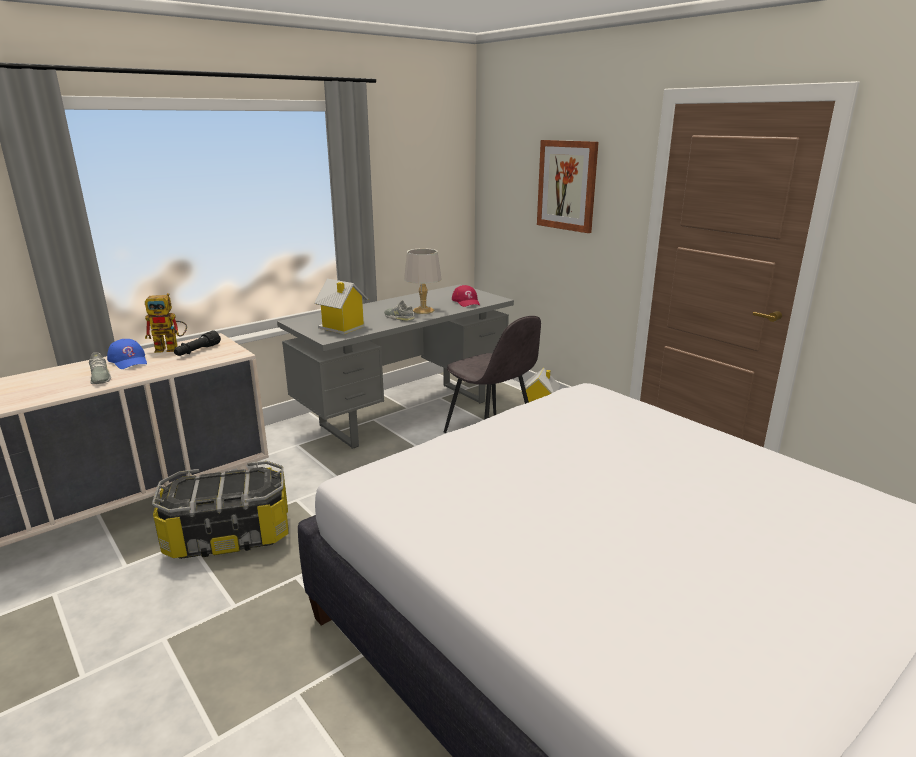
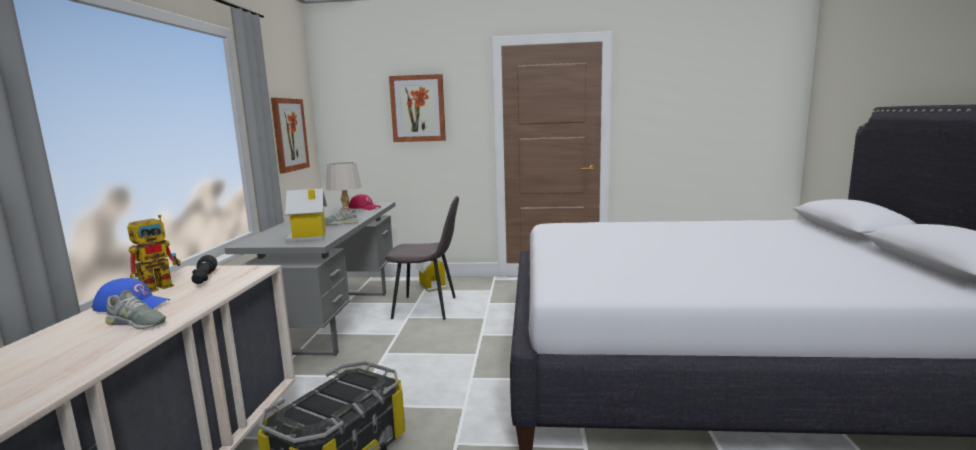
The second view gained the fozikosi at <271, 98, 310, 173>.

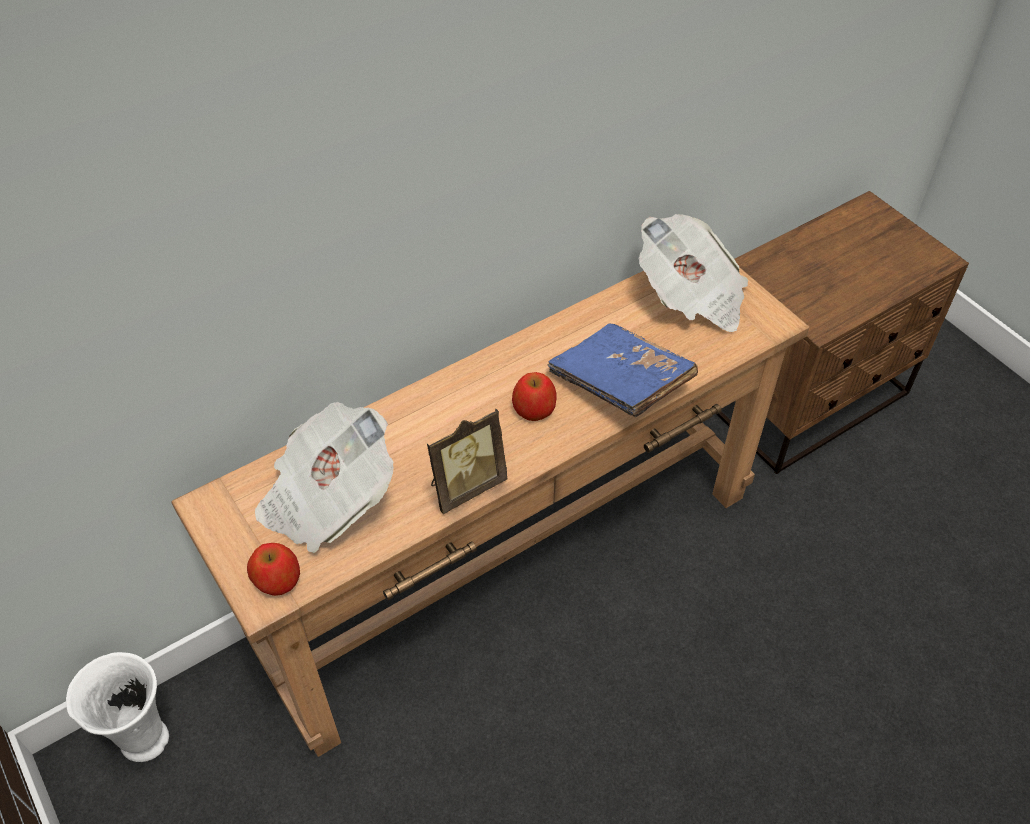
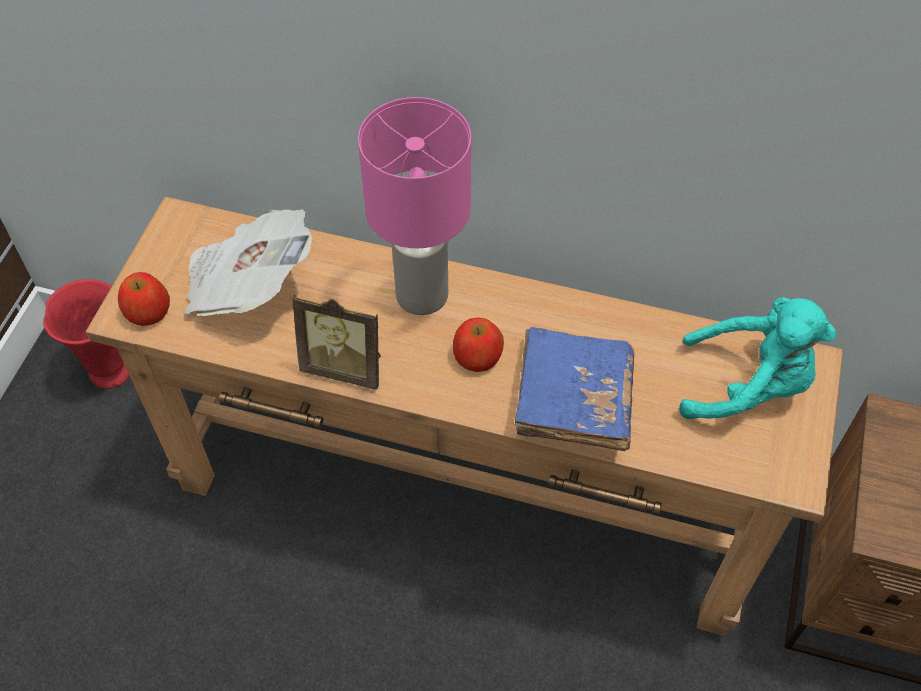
Where the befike stood at <638, 214, 748, 332>, the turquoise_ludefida came to stand at <679, 297, 837, 419>. What was the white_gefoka at <66, 652, 169, 762> turned into the red_gefoka at <43, 279, 129, 389>. The second view gained the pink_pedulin at <358, 97, 471, 315>.

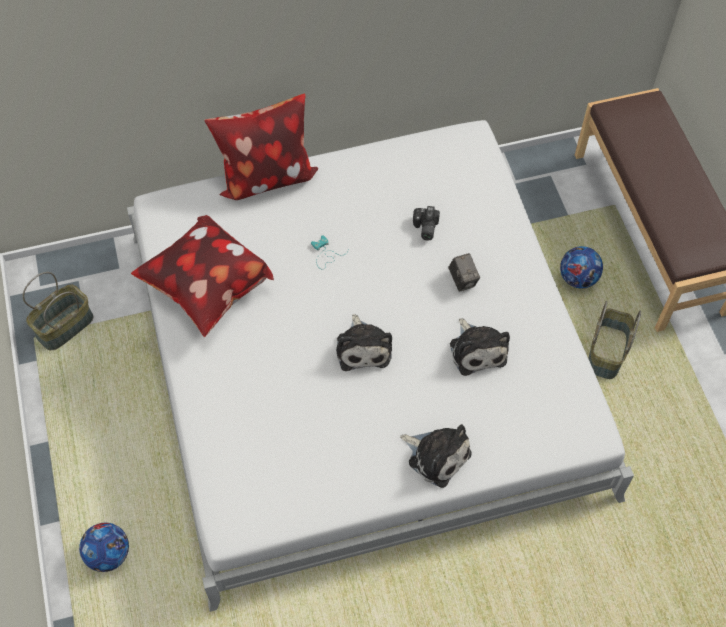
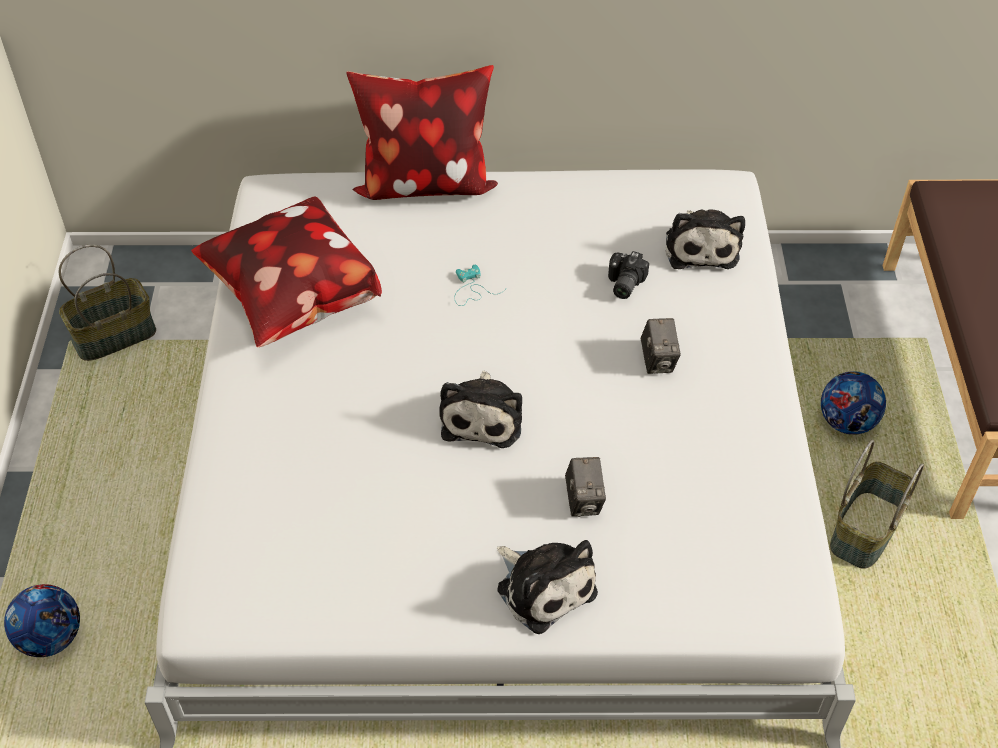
The ludefida ended up elsewhere, having gone from <450, 318, 510, 376> to <665, 209, 745, 269>. The second view gained the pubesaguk at <565, 457, 606, 517>.

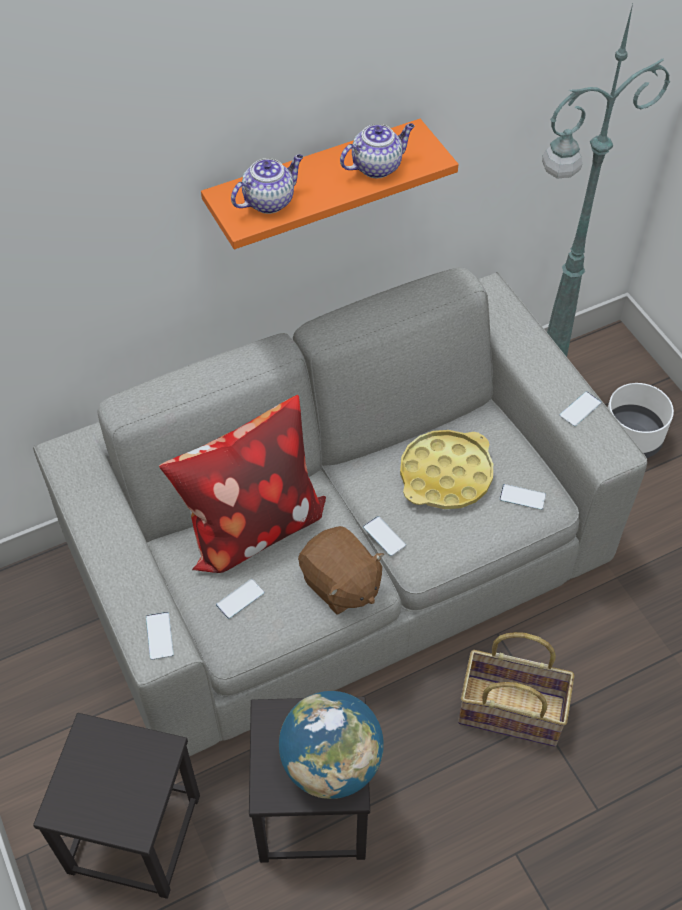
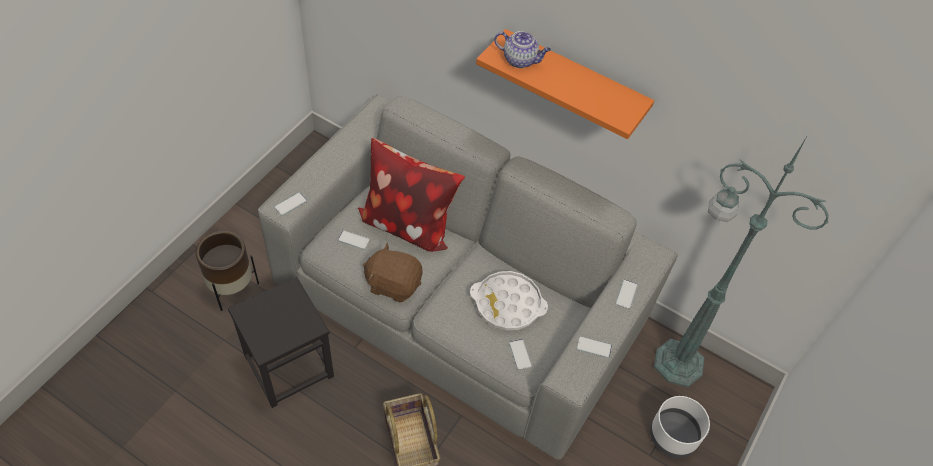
The second view lost the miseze at <340, 123, 415, 178>. What was the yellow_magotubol at <400, 430, 493, 509> turned into the white_magotubol at <470, 271, 548, 330>. The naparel ended up elsewhere, having gone from <363, 516, 406, 556> to <616, 279, 638, 309>. The brown_ludefida at <298, 526, 384, 615> ended up facing another way, 90 degrees clockwise from before. The second view lost the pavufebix at <279, 691, 384, 799>. Where the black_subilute stood at <33, 713, 200, 899>, the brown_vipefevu came to stand at <196, 231, 259, 311>.

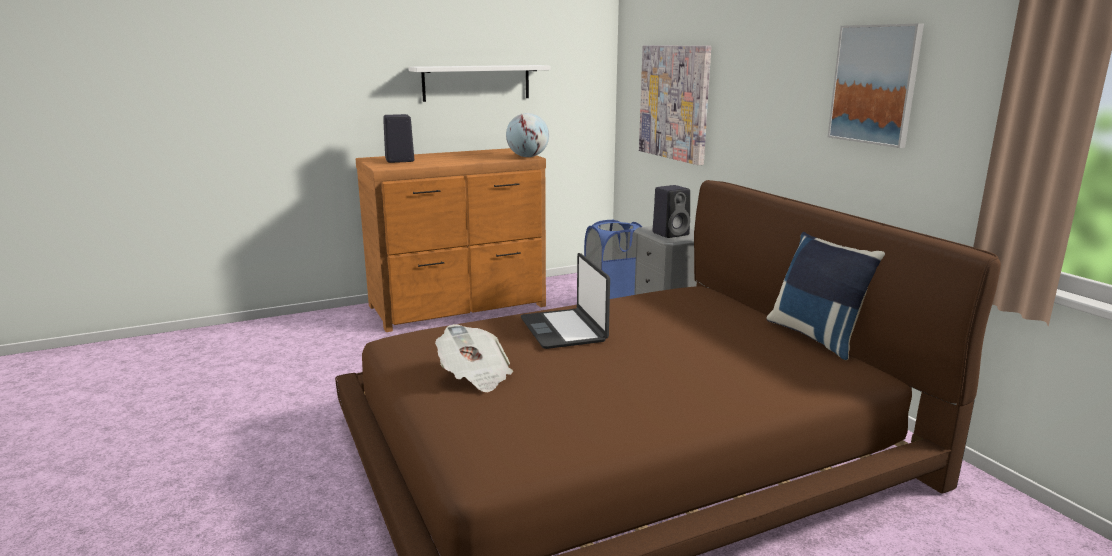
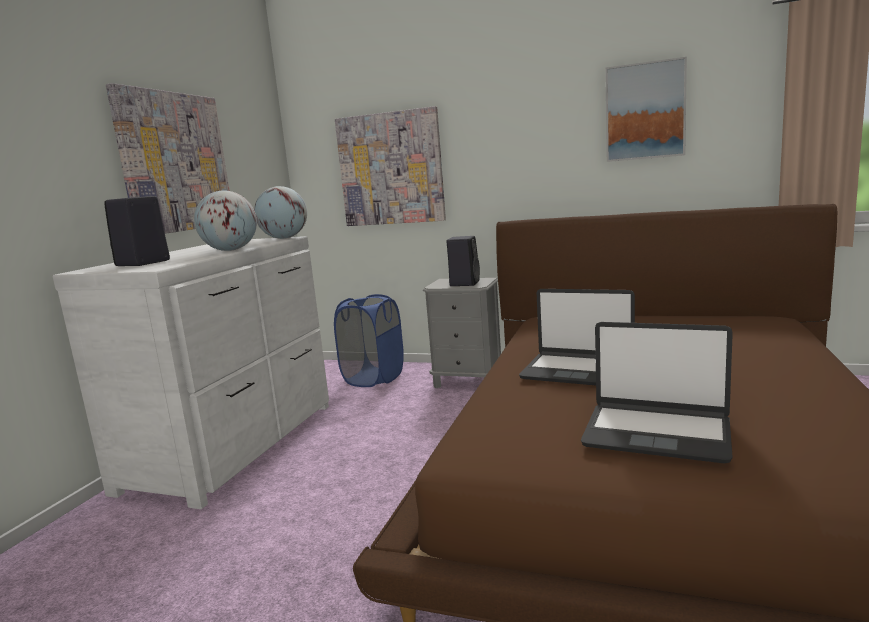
Where the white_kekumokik hung at <408, 65, 551, 102>, the fozikosi came to hang at <106, 83, 230, 234>. What was the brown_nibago at <356, 148, 546, 332> turned into the white_nibago at <53, 236, 329, 509>. The second view lost the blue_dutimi at <767, 232, 885, 360>. Where the befike stood at <435, 324, 513, 392>, the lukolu came to stand at <581, 322, 733, 464>. The second view gained the pavufebix at <194, 190, 257, 251>.

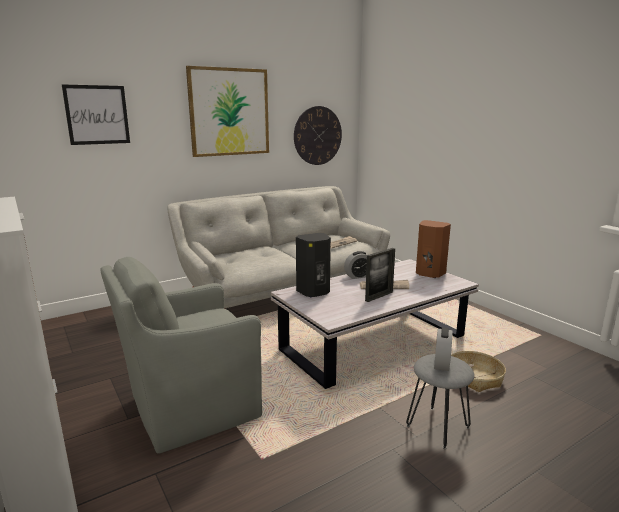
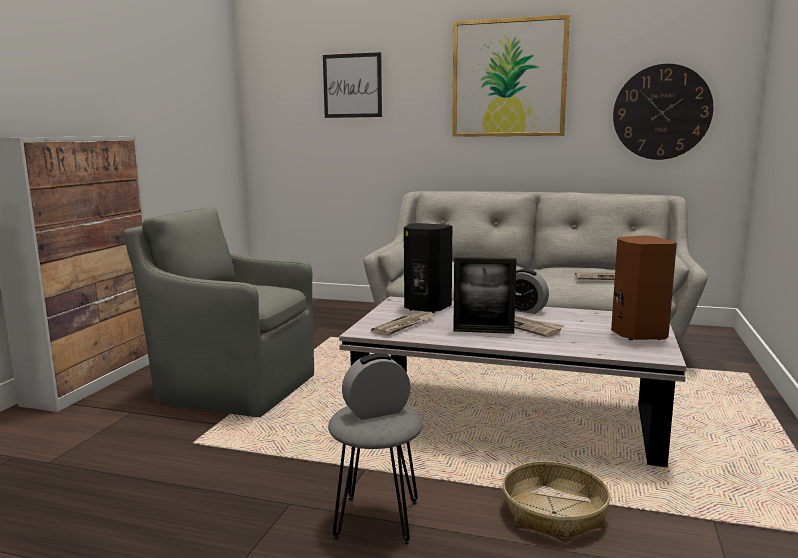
The second view gained the befike at <371, 311, 435, 336>.

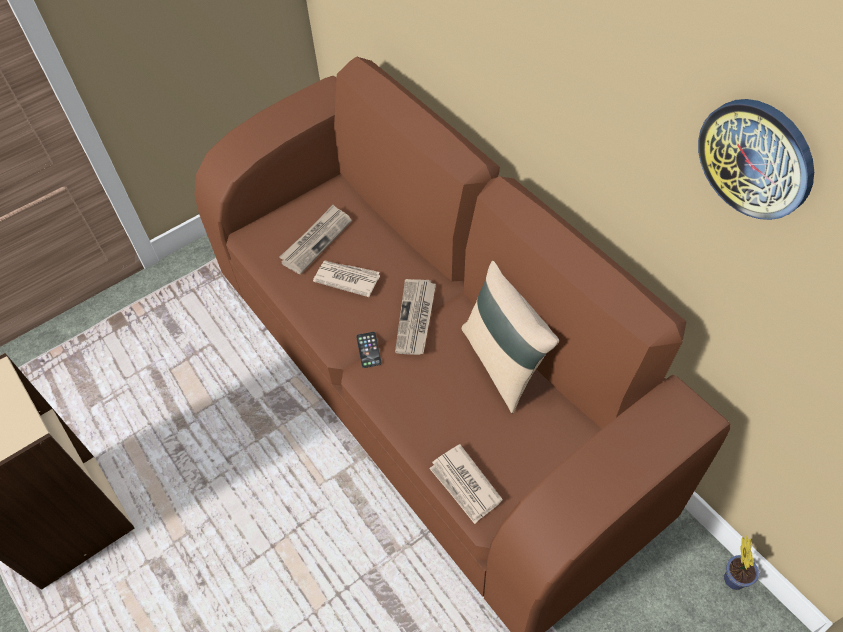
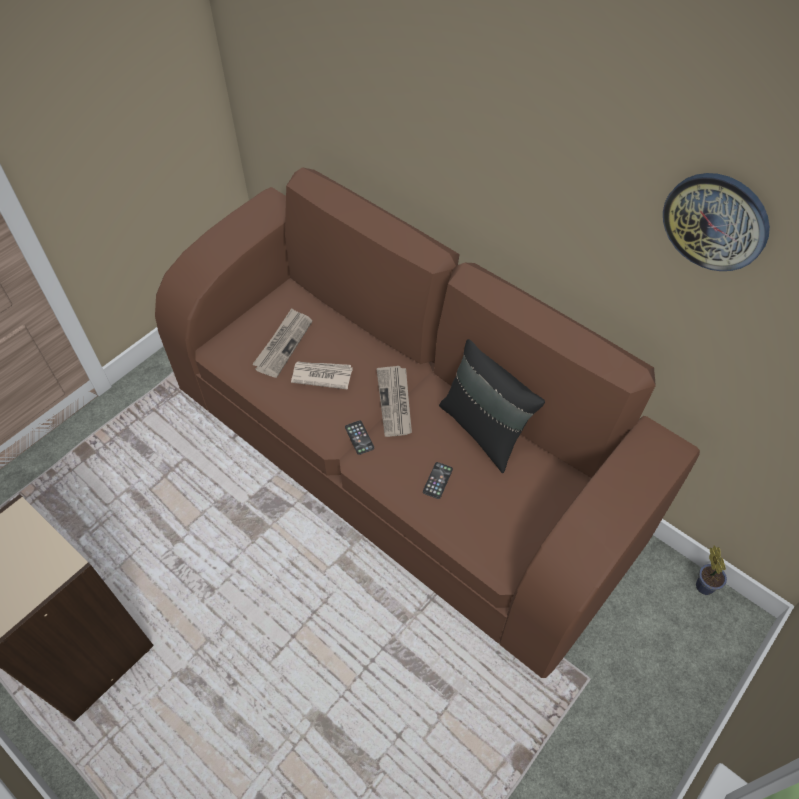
What was the beige_dutimi at <461, 261, 559, 413> turned into the black_dutimi at <439, 339, 545, 473>. The second view lost the befike at <429, 444, 503, 524>. The second view gained the naparel at <423, 462, 453, 499>.

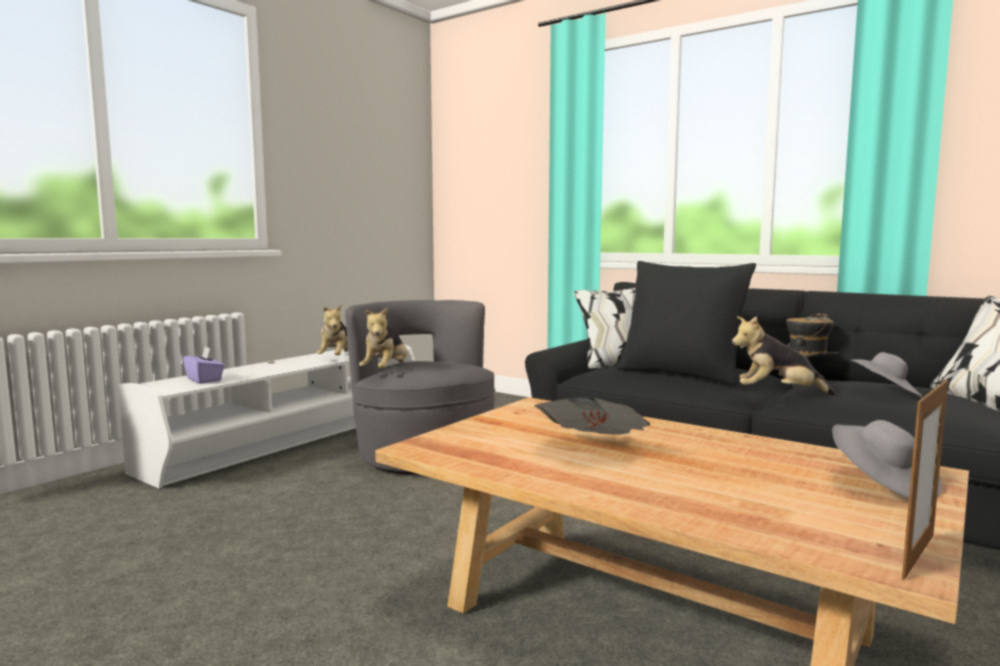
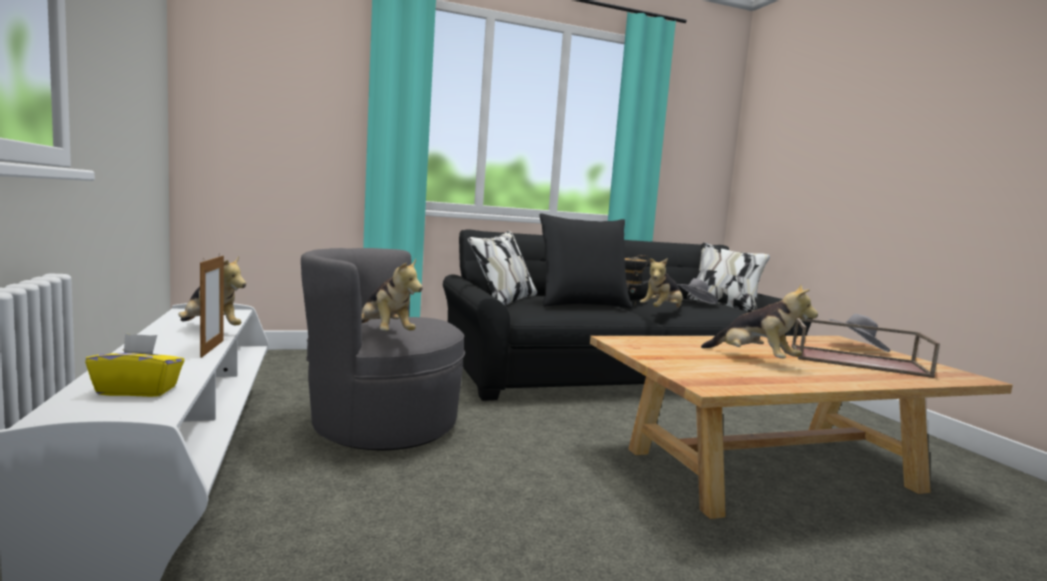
What was the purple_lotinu at <183, 347, 225, 384> turned into the yellow_lotinu at <85, 333, 184, 397>. The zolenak ended up elsewhere, having gone from <902, 379, 948, 580> to <200, 253, 224, 358>. Where the befike stood at <535, 397, 650, 435>, the ludefida came to stand at <701, 284, 818, 358>. The second view gained the brown_magotubol at <791, 318, 940, 378>.

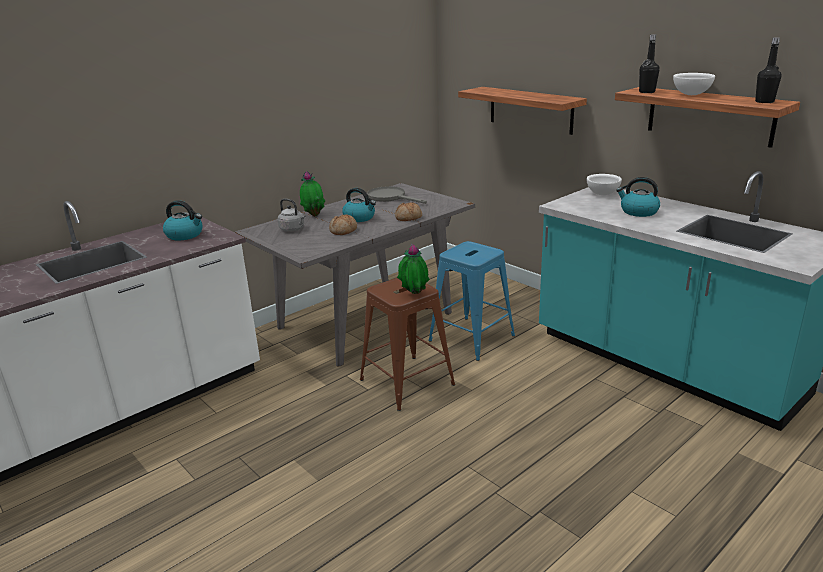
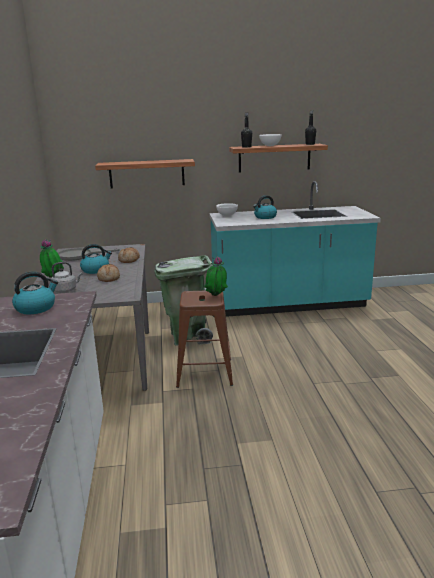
Where the blue_subilute stood at <429, 241, 515, 361>, the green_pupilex came to stand at <155, 255, 213, 345>.

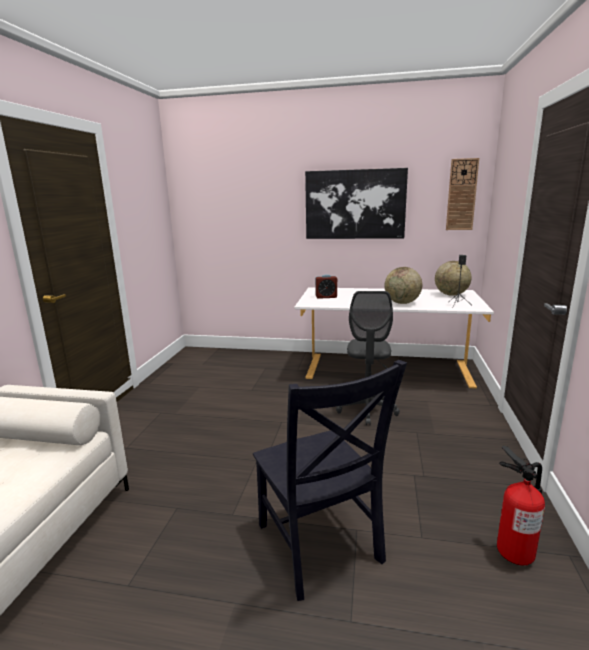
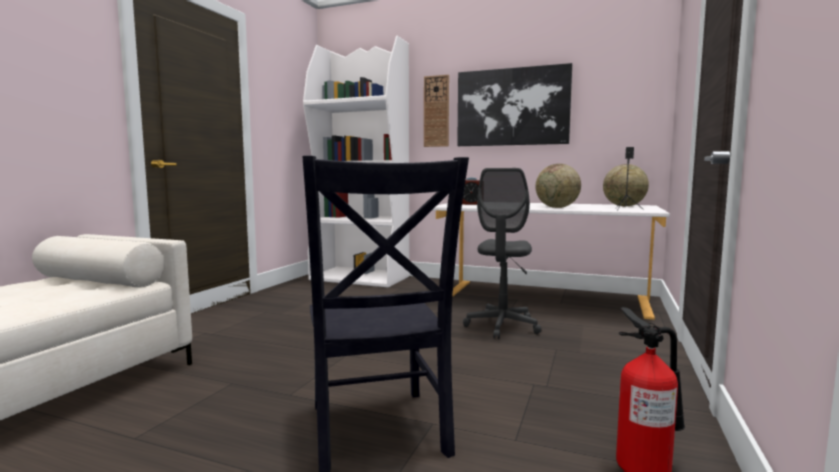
The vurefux ended up elsewhere, having gone from <446, 158, 479, 230> to <424, 75, 449, 147>. The second view gained the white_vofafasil at <303, 35, 409, 287>.

